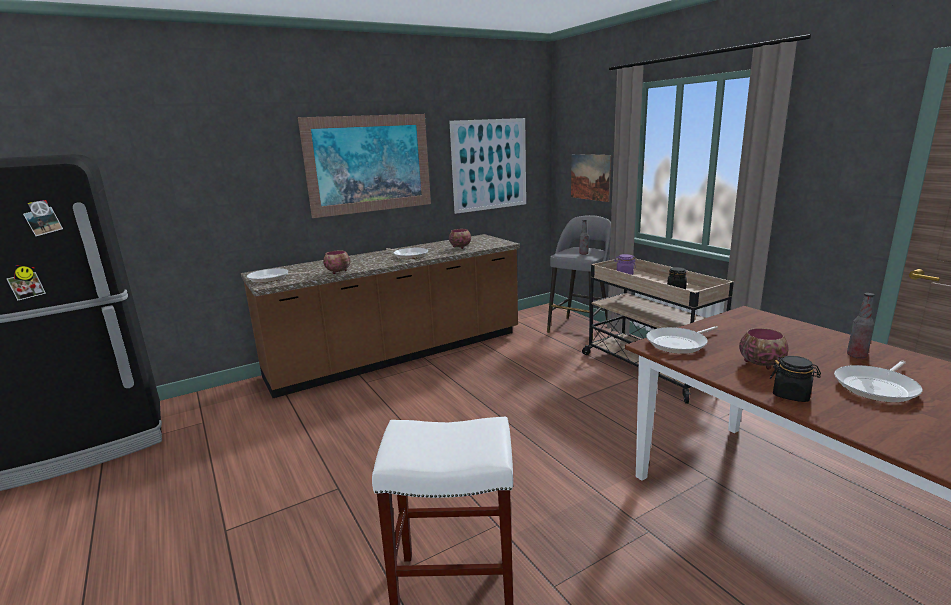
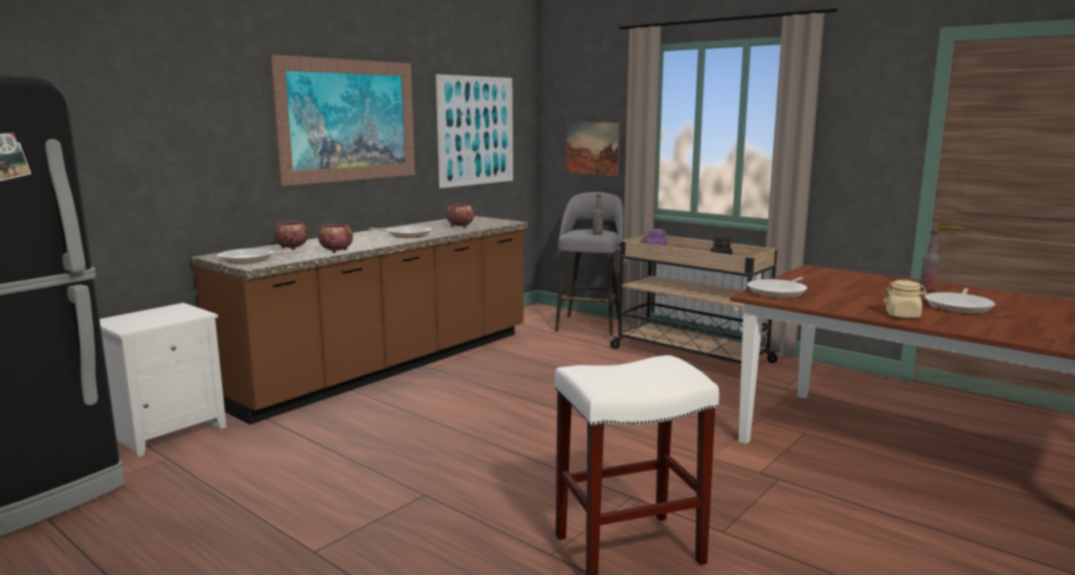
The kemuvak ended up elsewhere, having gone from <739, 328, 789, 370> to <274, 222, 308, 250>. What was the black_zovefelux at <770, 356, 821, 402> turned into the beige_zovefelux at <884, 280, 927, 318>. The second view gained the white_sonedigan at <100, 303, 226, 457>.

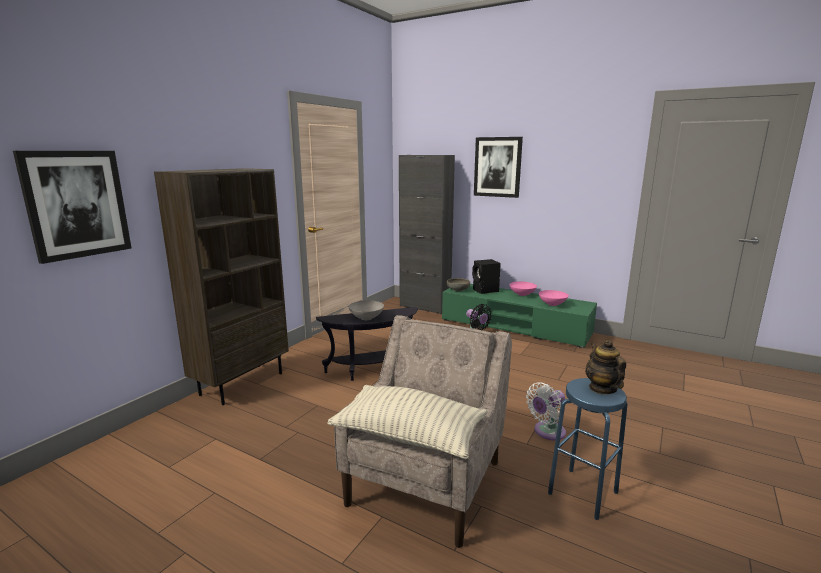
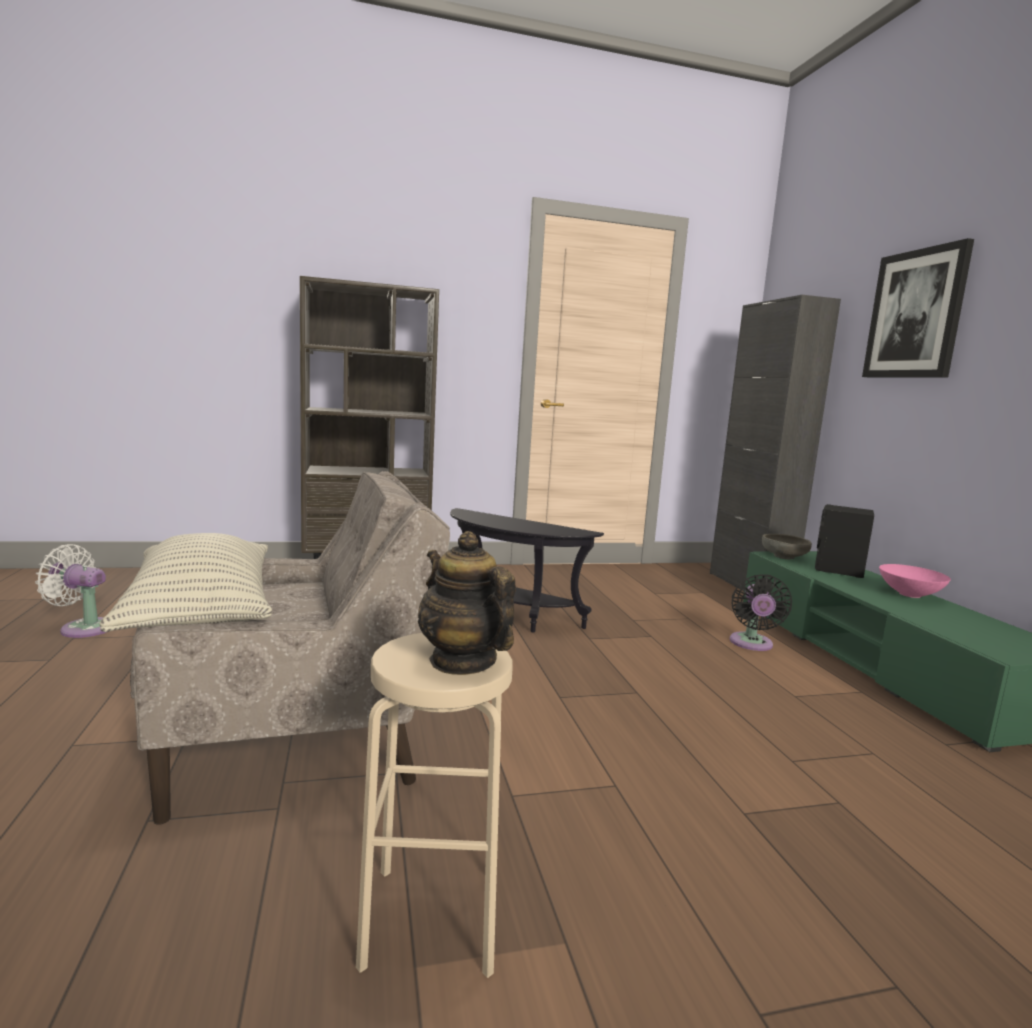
The second view lost the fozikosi at <13, 151, 132, 264>. The second view lost the pink_kemuvak at <539, 290, 569, 306>. The second view lost the grey_kemuvak at <348, 300, 384, 320>. The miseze at <585, 340, 626, 395> ended up facing another way, 75 degrees counterclockwise from before. What was the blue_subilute at <548, 378, 627, 520> turned into the beige_subilute at <356, 633, 513, 978>. The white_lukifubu ended up elsewhere, having gone from <526, 382, 566, 440> to <35, 544, 106, 638>.

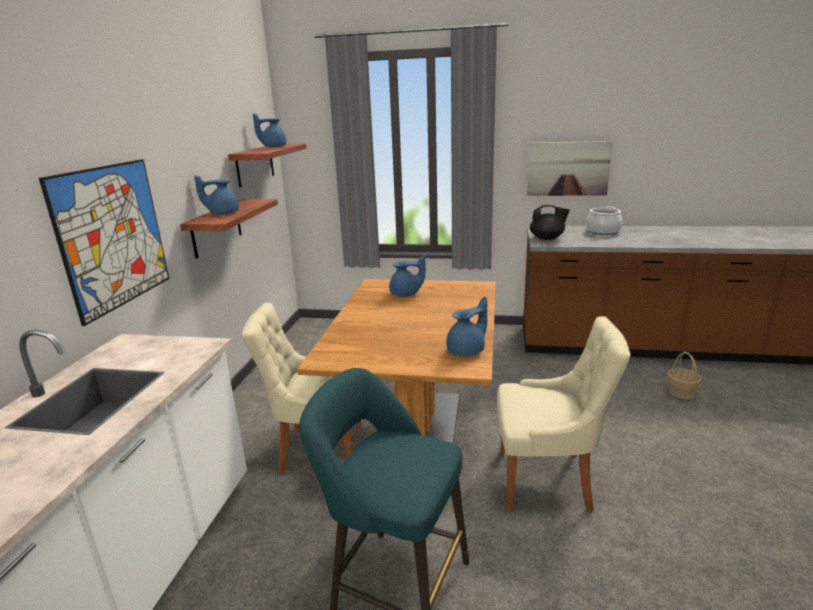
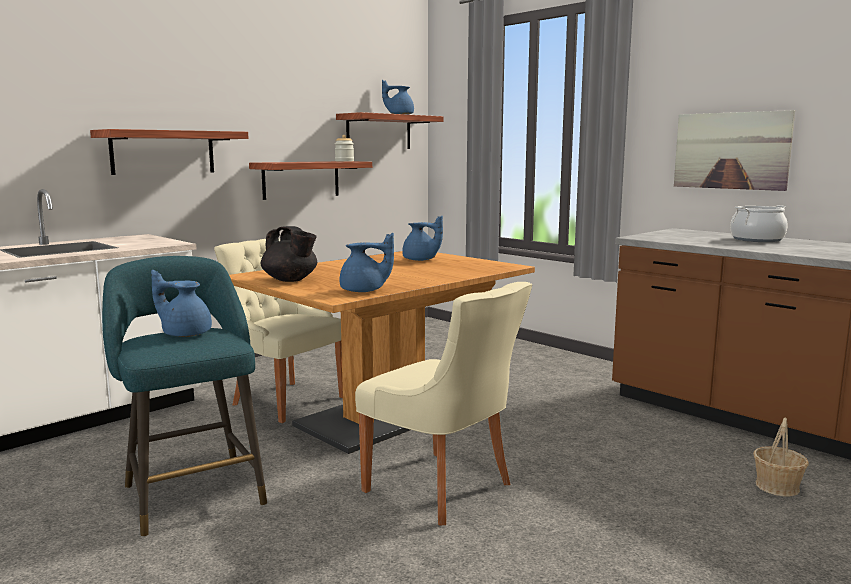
Where the fozikosi hung at <39, 159, 169, 326>, the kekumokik came to hang at <90, 129, 248, 175>. The blue_miseze ended up elsewhere, having gone from <194, 175, 239, 214> to <151, 270, 212, 337>. The black_miseze ended up elsewhere, having gone from <530, 205, 570, 240> to <261, 226, 317, 282>. The second view gained the zovefelux at <335, 135, 354, 162>.

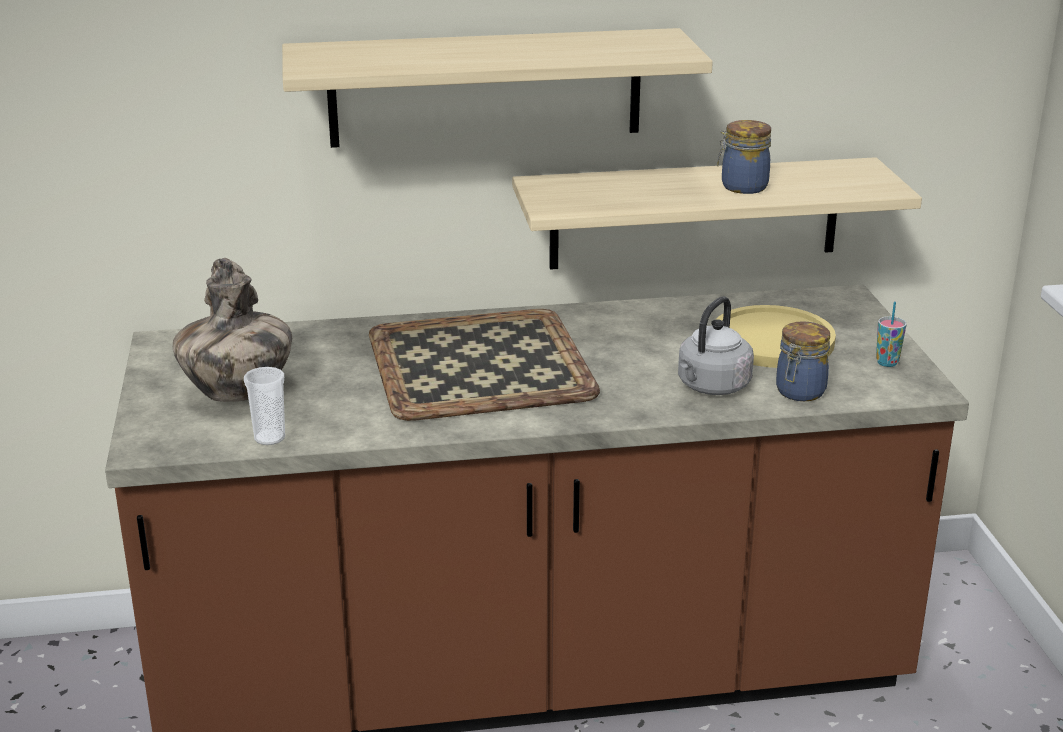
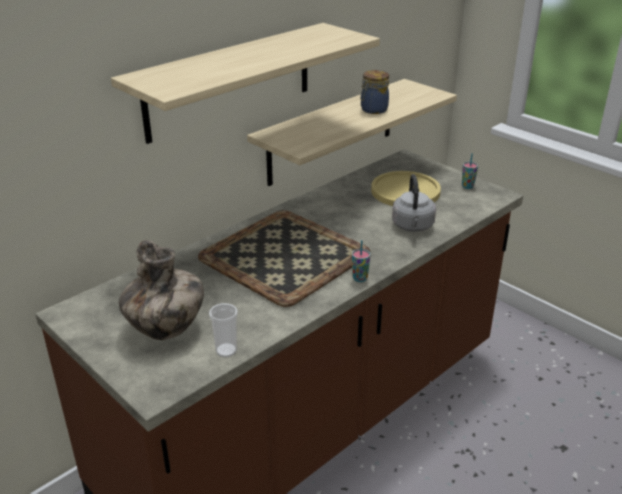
The second view lost the zovefelux at <776, 321, 830, 401>. The second view gained the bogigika at <352, 240, 371, 282>.

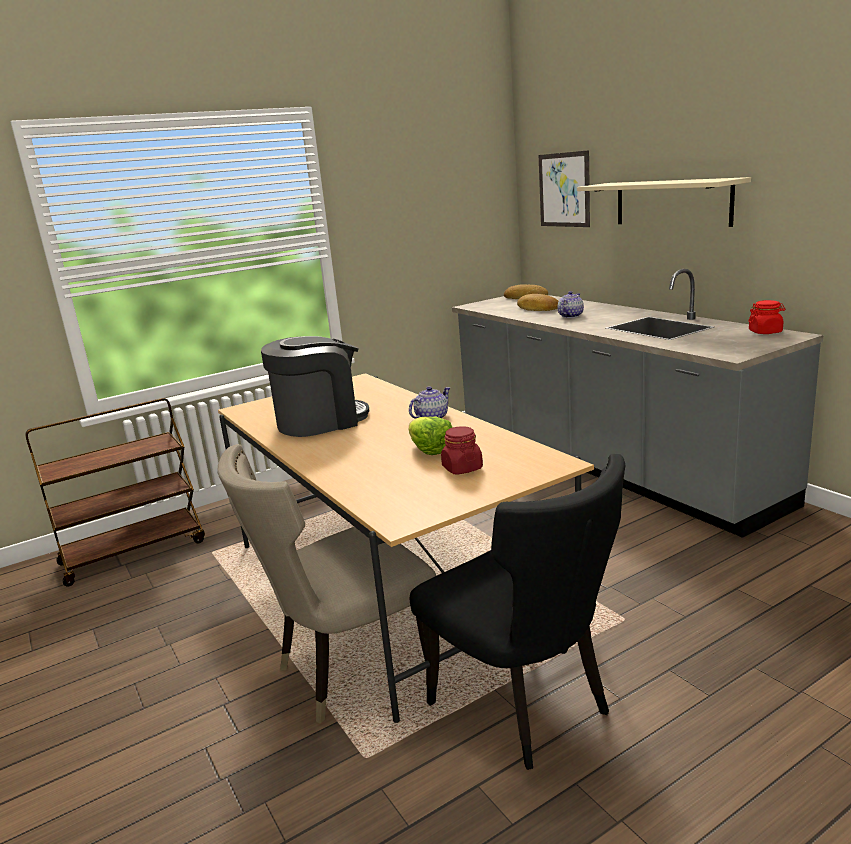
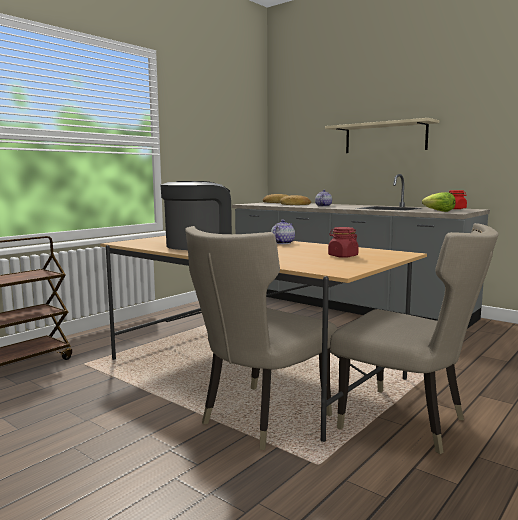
The second view lost the fozikosi at <539, 150, 590, 227>. The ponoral ended up elsewhere, having gone from <409, 417, 453, 455> to <422, 192, 456, 212>. What was the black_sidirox at <410, 454, 625, 770> turned into the beige_sidirox at <330, 223, 498, 454>.

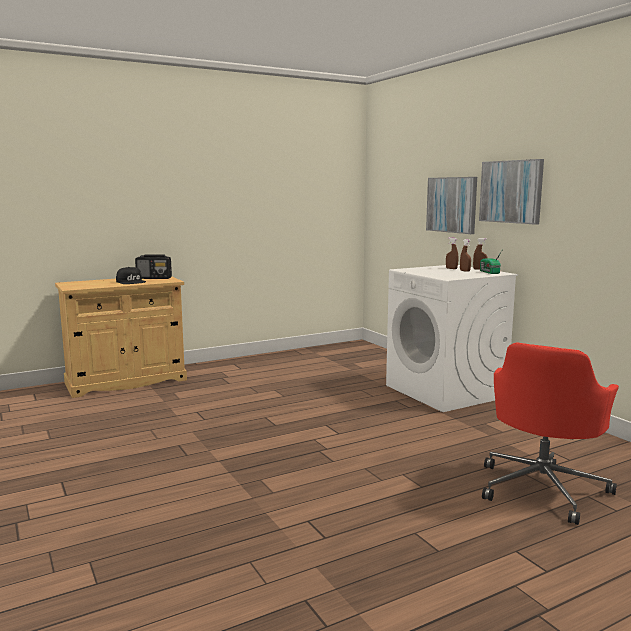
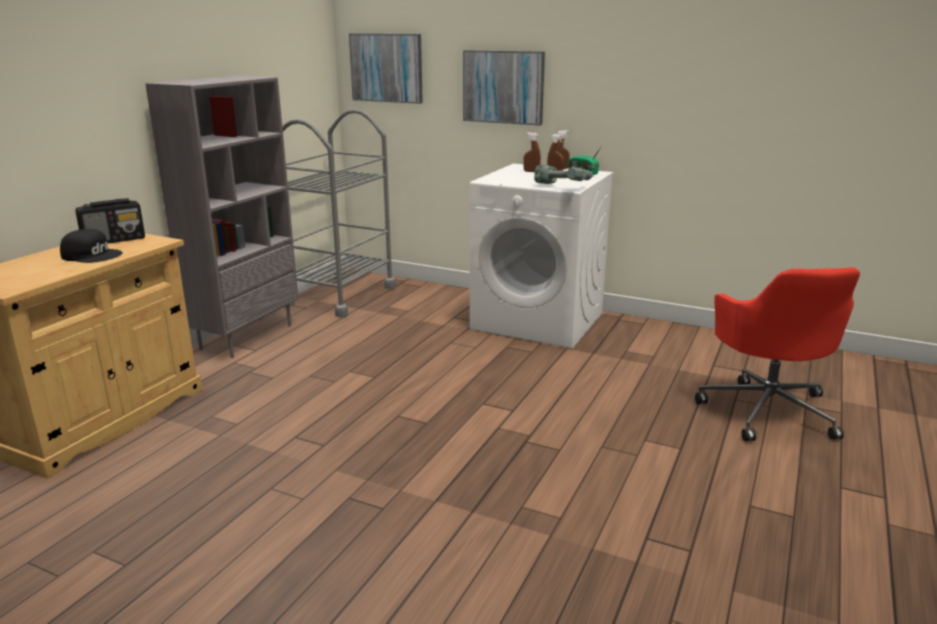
The fozikosi ended up elsewhere, having gone from <479, 159, 544, 225> to <349, 34, 423, 104>. The second view gained the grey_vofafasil at <145, 76, 298, 358>. The second view gained the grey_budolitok at <282, 109, 396, 318>. The second view gained the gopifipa at <534, 164, 593, 184>.

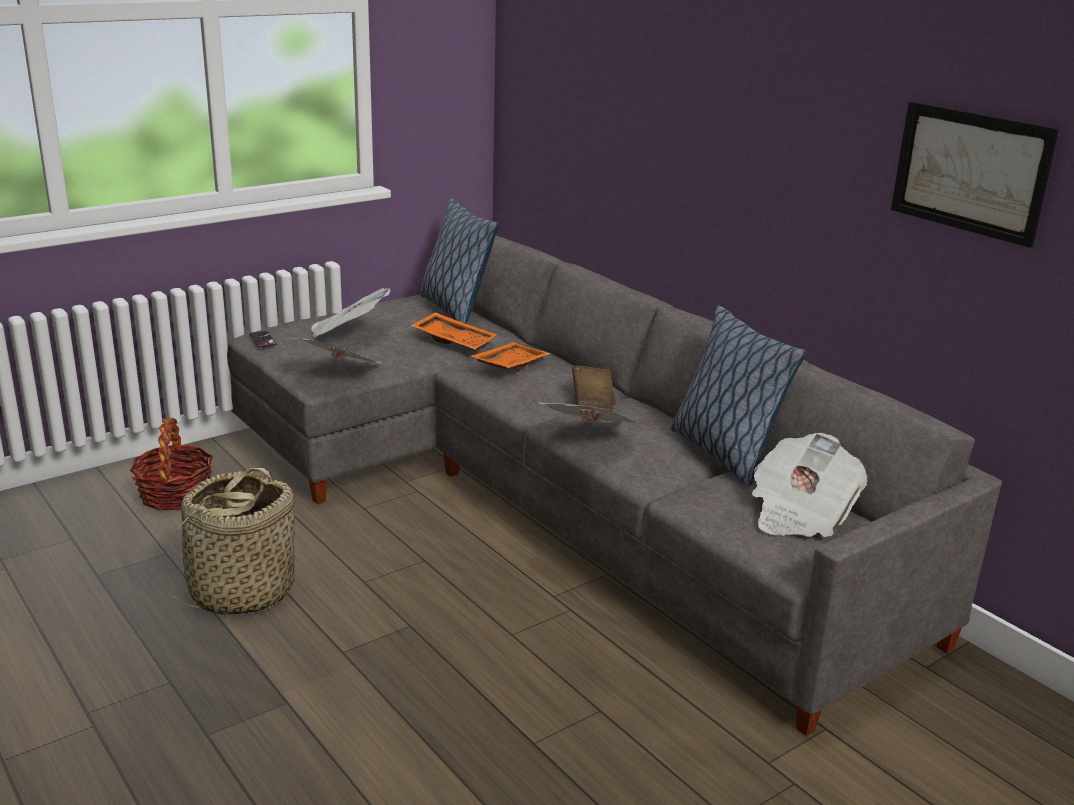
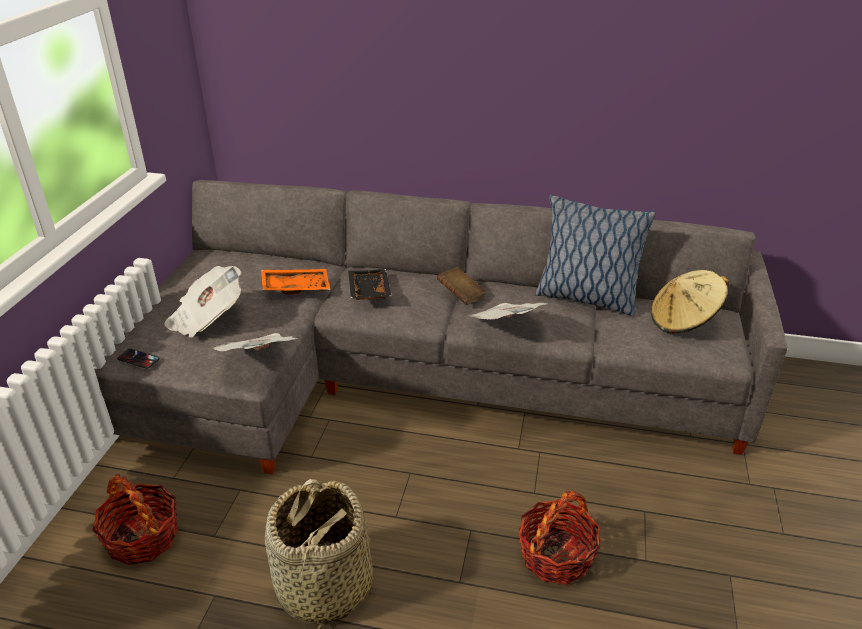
The second view lost the fozikosi at <891, 101, 1059, 248>. The second view lost the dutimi at <420, 198, 499, 324>. What was the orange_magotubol at <470, 342, 551, 371> turned into the black_magotubol at <348, 269, 392, 300>. Where the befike stood at <752, 433, 867, 537>, the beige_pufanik came to stand at <651, 270, 729, 333>. The second view gained the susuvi at <519, 491, 601, 585>.

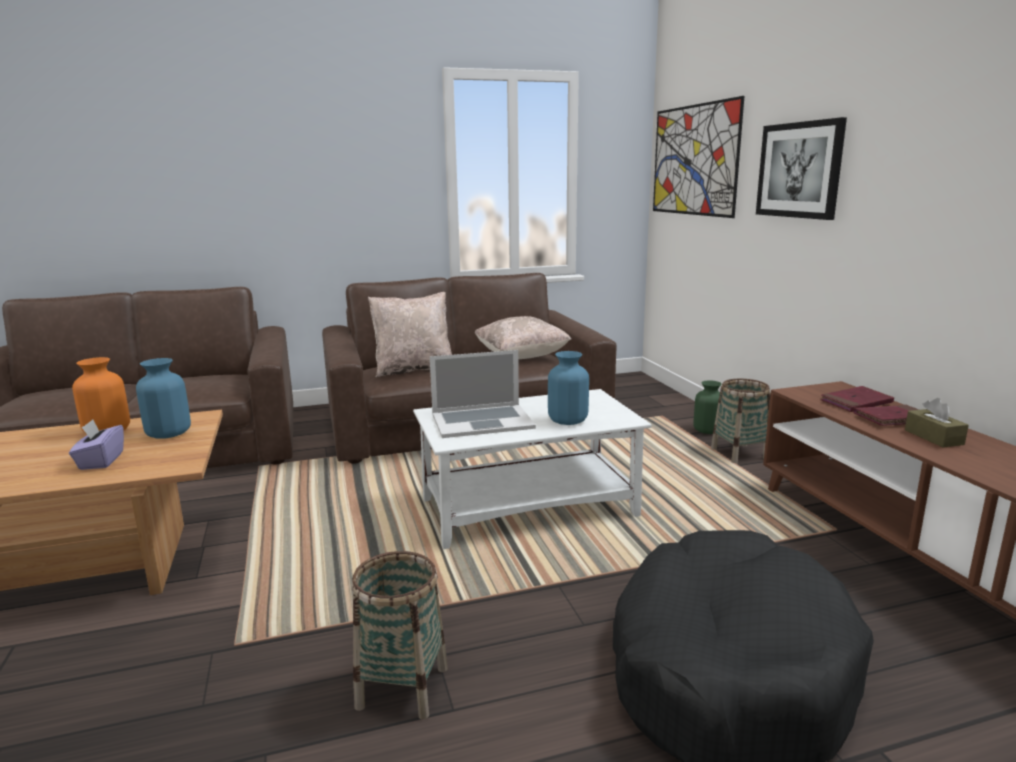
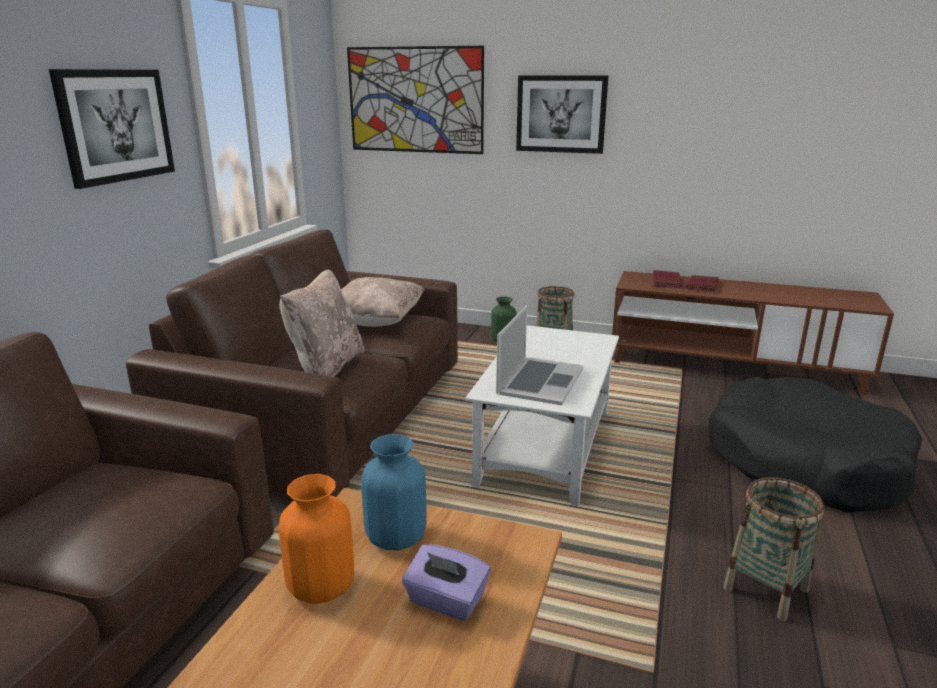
The second view lost the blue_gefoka at <548, 351, 589, 425>. The second view lost the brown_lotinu at <905, 398, 969, 447>. The second view gained the fozikosi at <49, 69, 175, 189>.

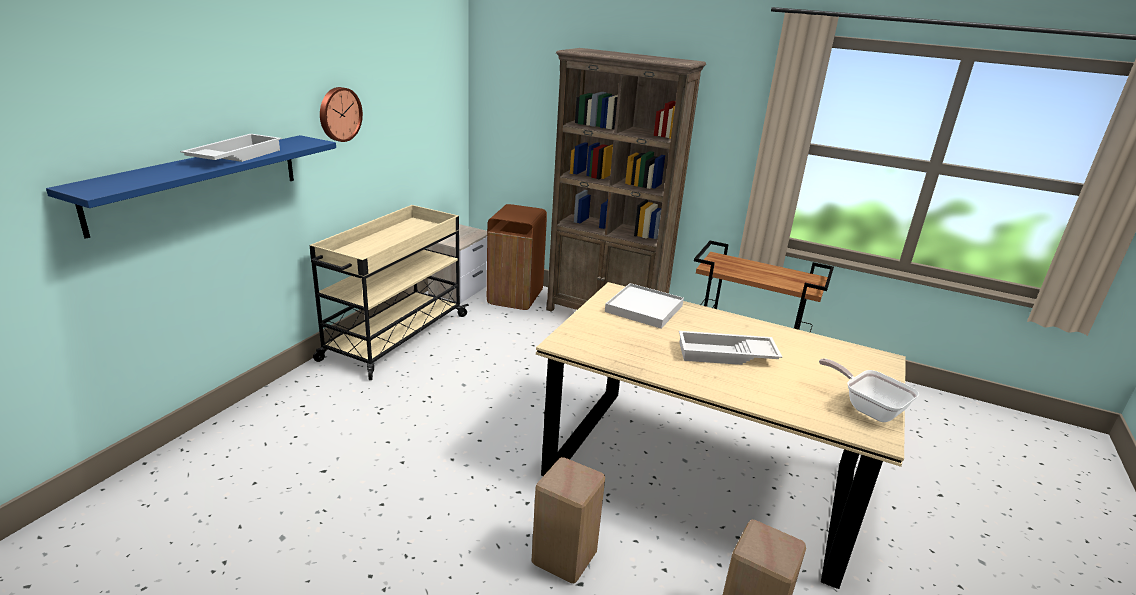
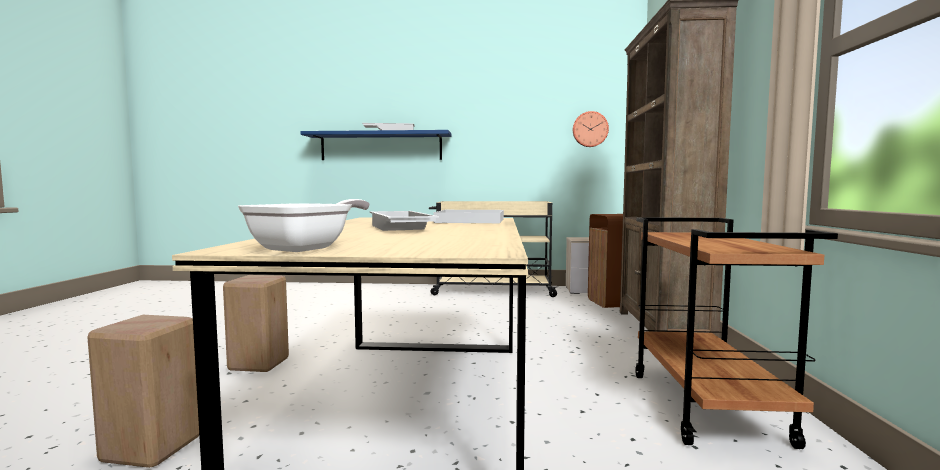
The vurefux ended up elsewhere, having gone from <320, 87, 363, 142> to <573, 111, 609, 147>.

